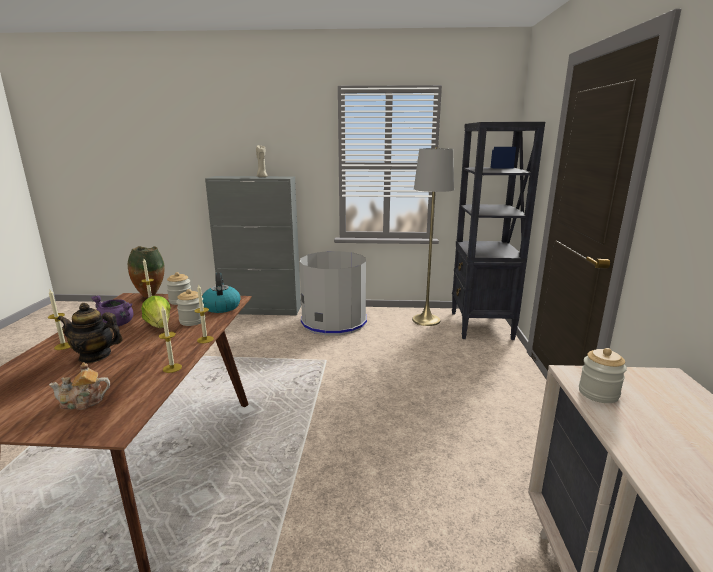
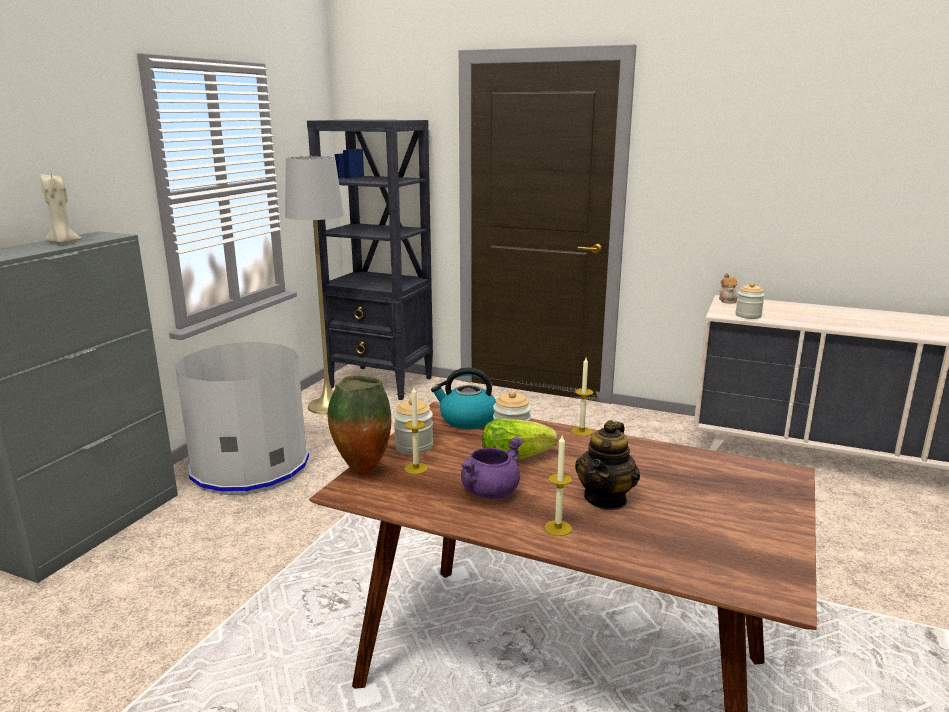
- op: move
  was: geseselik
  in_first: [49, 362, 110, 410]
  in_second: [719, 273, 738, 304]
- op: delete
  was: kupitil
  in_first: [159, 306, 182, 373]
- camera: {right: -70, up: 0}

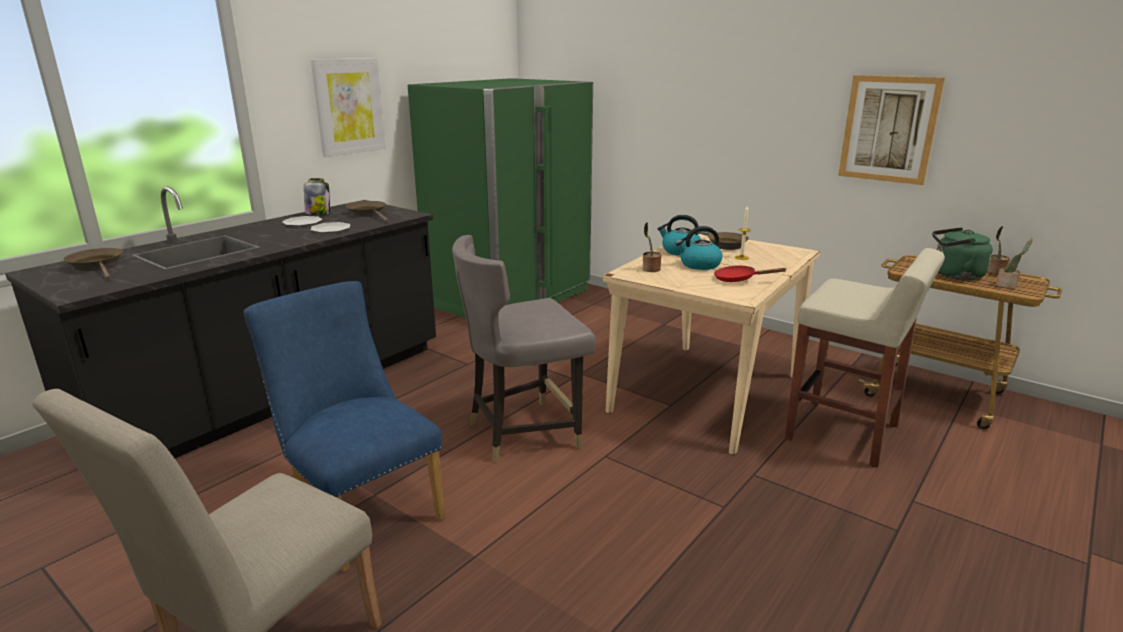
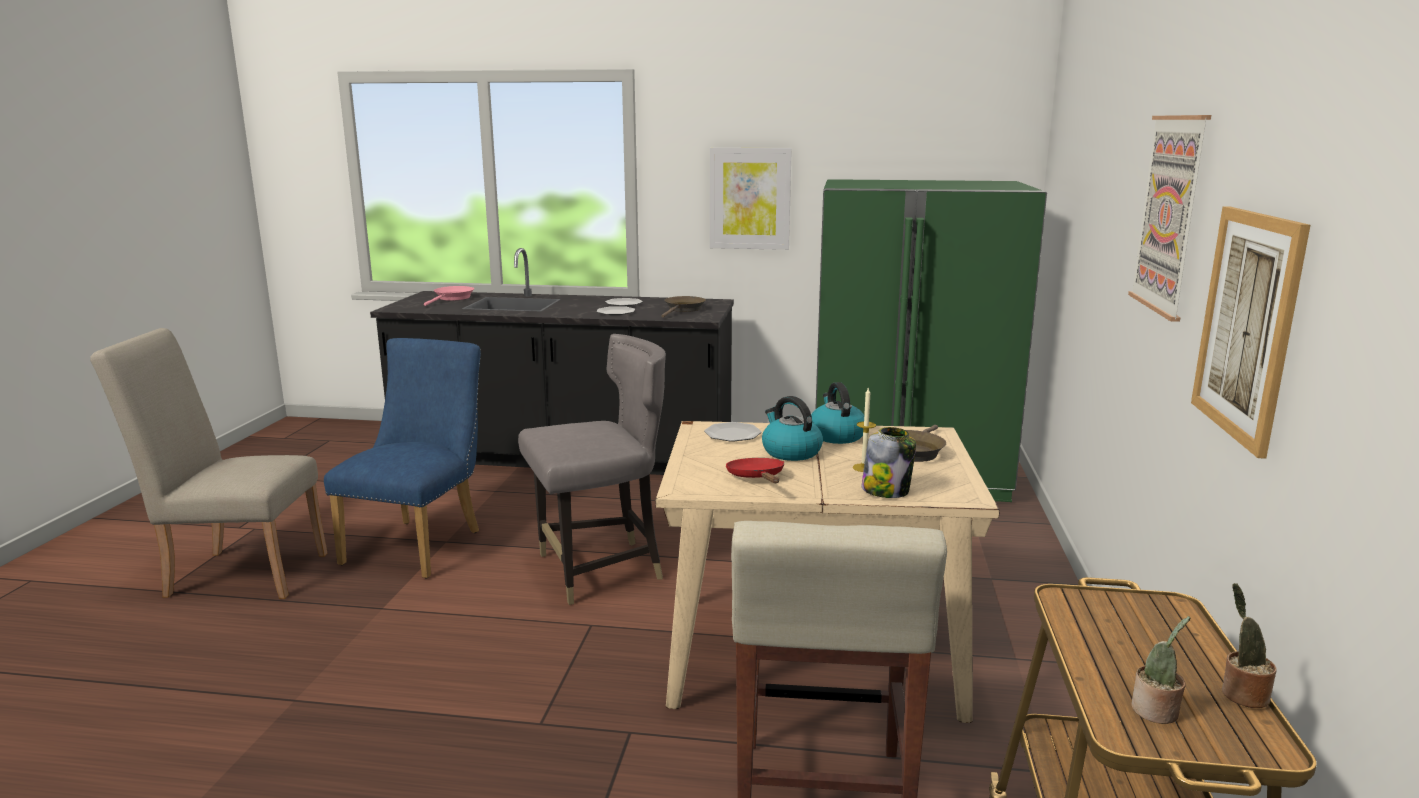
- op: recolor
  was: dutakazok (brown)
  now: dutakazok (pink)
  in_first: [63, 248, 123, 280]
  in_second: [424, 286, 474, 306]
- op: move
  was: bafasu
  in_first: [304, 178, 330, 215]
  in_second: [861, 427, 916, 498]
- op: rotate
  was: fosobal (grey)
  in_first: [452, 235, 596, 463]
  in_second: [518, 334, 666, 605]
  clockwise: 120
- op: replace
  was: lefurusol
  now: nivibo
  in_first: [643, 222, 661, 272]
  in_second: [704, 422, 762, 442]
- op: delete
  was: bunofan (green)
  in_first: [932, 227, 993, 280]
- op: insert
  now: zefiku
  in_second: [1128, 115, 1211, 322]
- camera: {right: 60, up: -5}

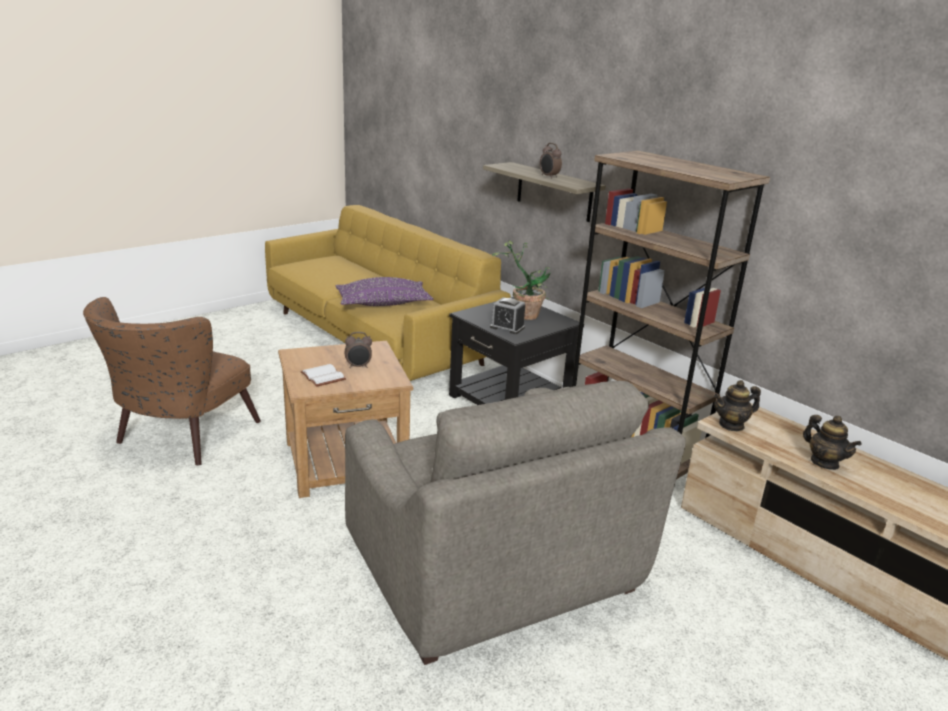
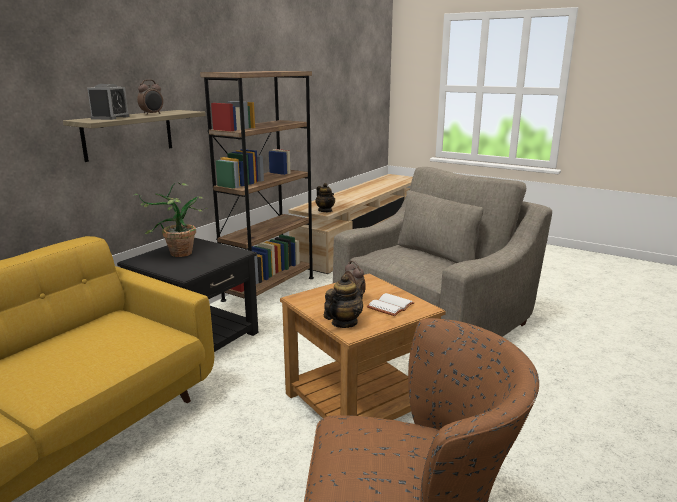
- op: delete
  was: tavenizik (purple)
  in_first: [336, 277, 433, 306]
- op: move
  was: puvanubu
  in_first: [490, 297, 525, 334]
  in_second: [87, 84, 129, 120]
- op: move
  was: geseselik
  in_first: [803, 415, 862, 470]
  in_second: [324, 274, 364, 328]
- camera: {right: -105, up: -5}

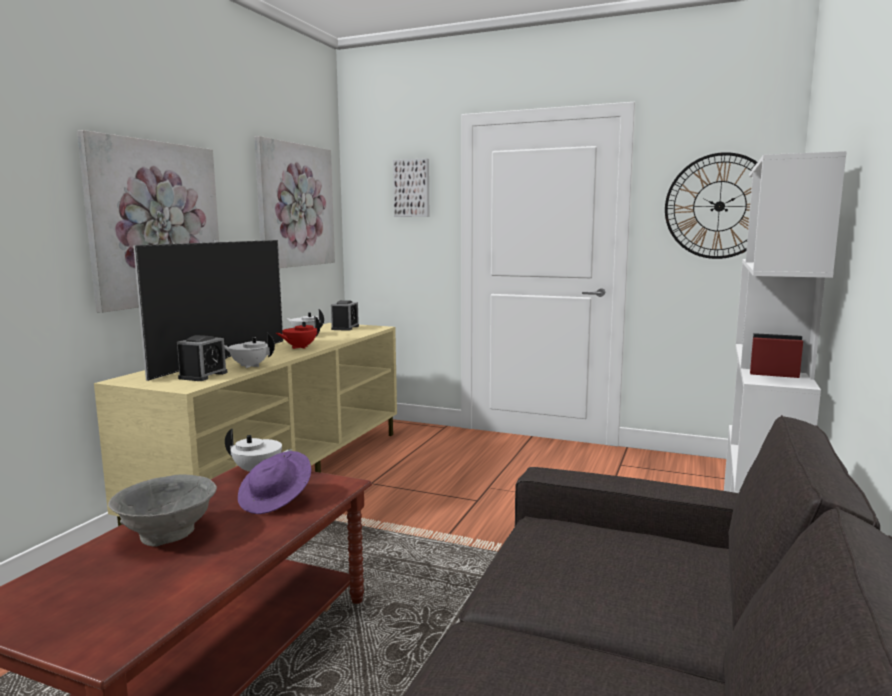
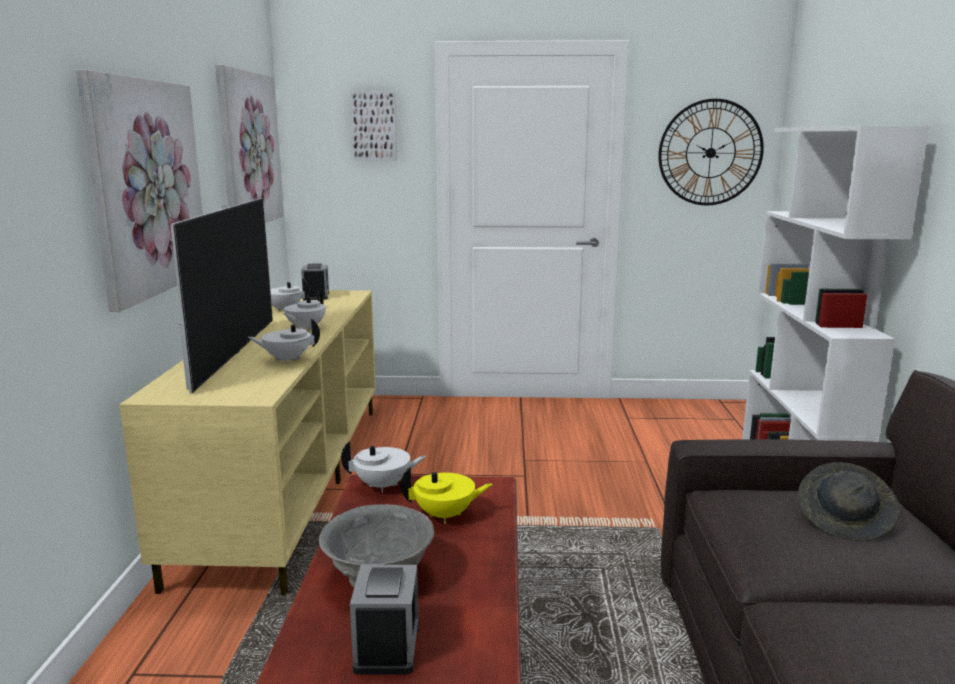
- op: move
  was: puvanubu
  in_first: [177, 335, 228, 381]
  in_second: [350, 565, 419, 675]
- op: replace
  was: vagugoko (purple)
  now: geseselik (yellow)
  in_first: [238, 451, 311, 514]
  in_second: [401, 467, 493, 524]
- op: recolor
  was: geseselik (red)
  now: geseselik (white)
  in_first: [276, 316, 320, 349]
  in_second: [284, 289, 326, 329]
- op: insert
  now: vagugoko (grey)
  in_second: [798, 462, 900, 541]
- camera: {right: -20, up: 5}

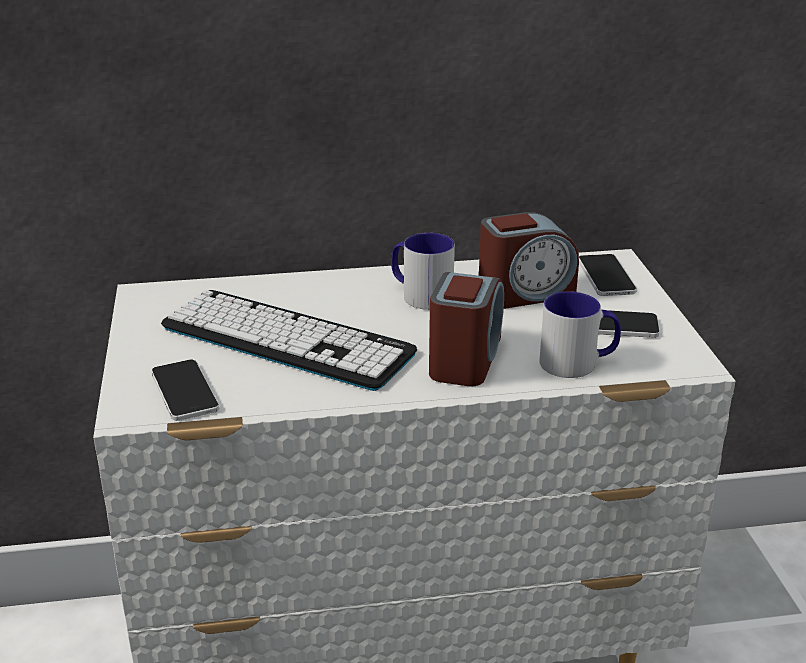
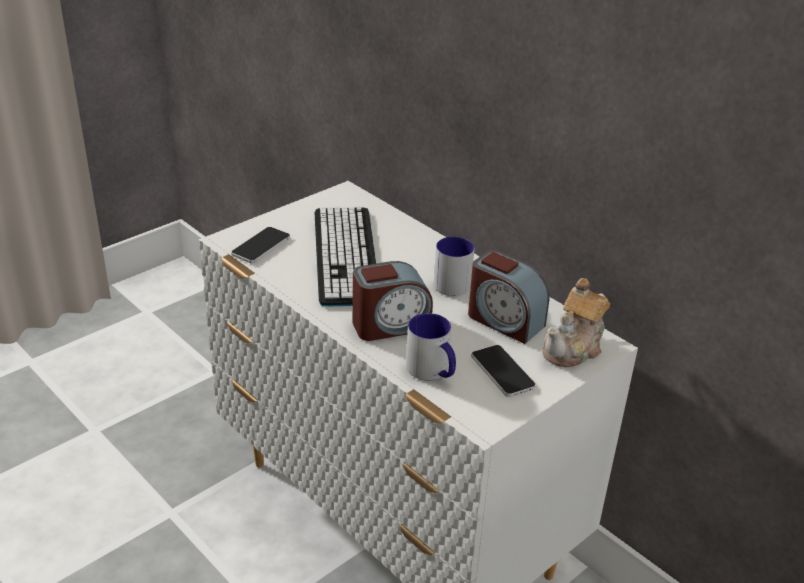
- op: replace
  was: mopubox
  now: geseselik
  in_first: [579, 254, 637, 296]
  in_second: [542, 278, 610, 368]
- camera: {right: 55, up: 5}

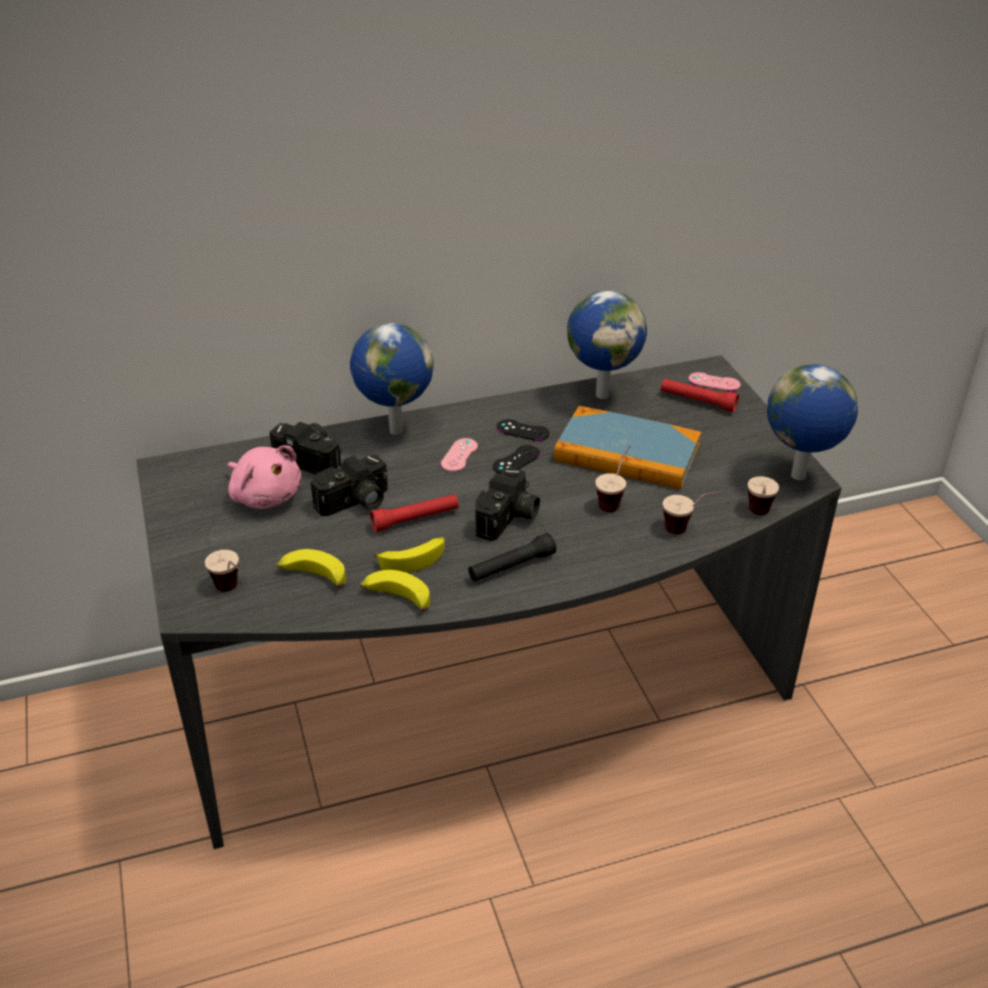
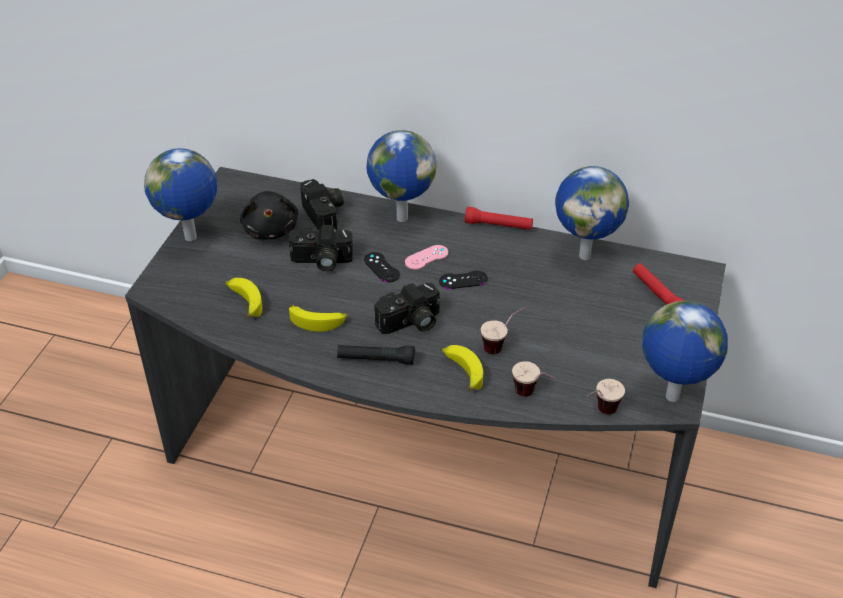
- op: delete
  was: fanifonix
  in_first: [205, 550, 239, 592]
- op: recolor
  was: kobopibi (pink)
  now: kobopibi (black)
  in_first: [228, 445, 301, 509]
  in_second: [240, 191, 298, 240]
- op: move
  was: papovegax
  in_first: [360, 570, 430, 611]
  in_second: [442, 345, 483, 391]
- op: move
  was: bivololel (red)
  in_first: [370, 494, 459, 532]
  in_second: [465, 207, 533, 230]
- op: move
  was: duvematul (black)
  in_first: [497, 419, 550, 441]
  in_second: [364, 252, 400, 282]
- op: delete
  was: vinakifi
  in_first: [554, 406, 702, 489]
- op: delete
  was: duvematul (pink)
  in_first: [689, 372, 740, 391]
- op: insert
  now: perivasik
  in_second: [144, 148, 217, 241]
- camera: {right: 35, up: 5}

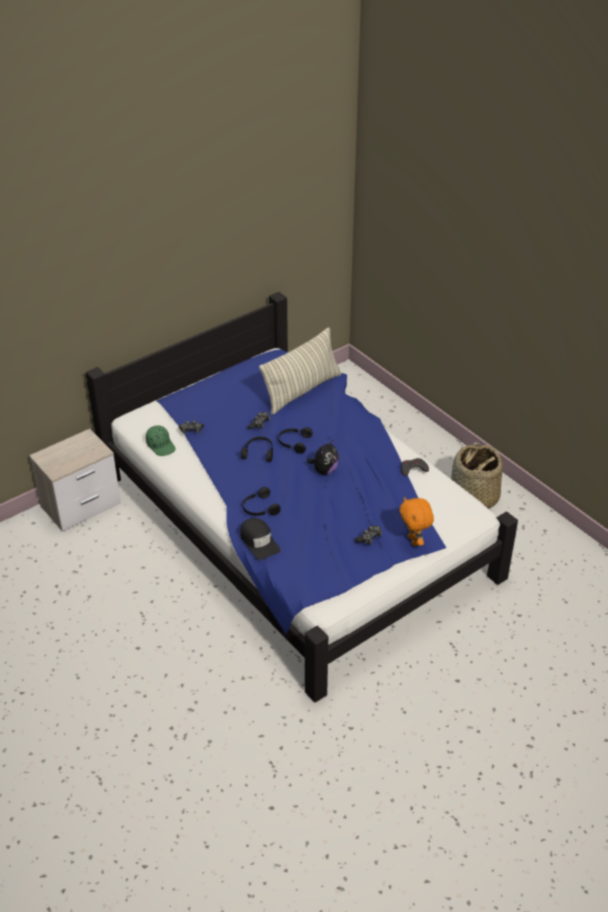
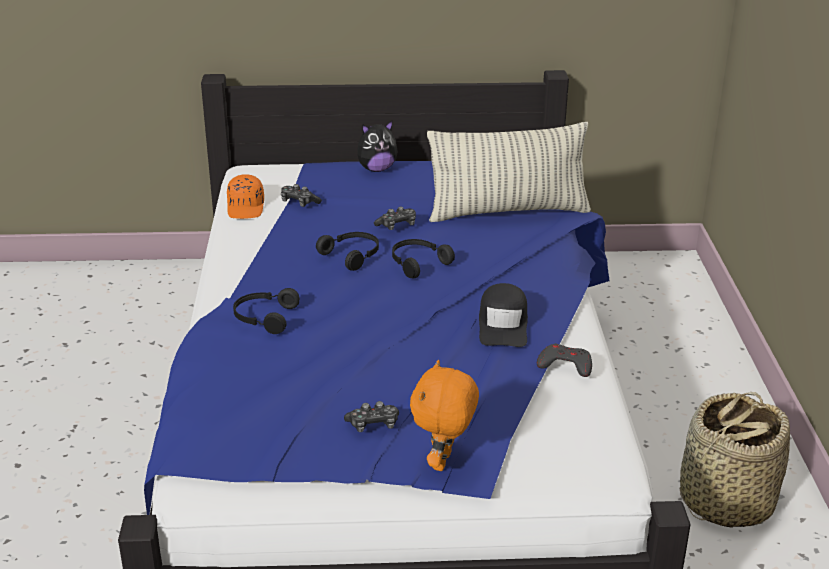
- op: delete
  was: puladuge
  in_first: [29, 429, 121, 532]
- op: recolor
  was: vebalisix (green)
  now: vebalisix (orange)
  in_first: [146, 425, 176, 456]
  in_second: [227, 174, 264, 219]
- op: move
  was: vebalisix (black)
  in_first: [240, 518, 280, 560]
  in_second: [479, 283, 528, 347]
- op: move
  was: kobopibi
  in_first: [307, 440, 339, 475]
  in_second: [357, 121, 398, 172]
- camera: {right: 35, up: -10}

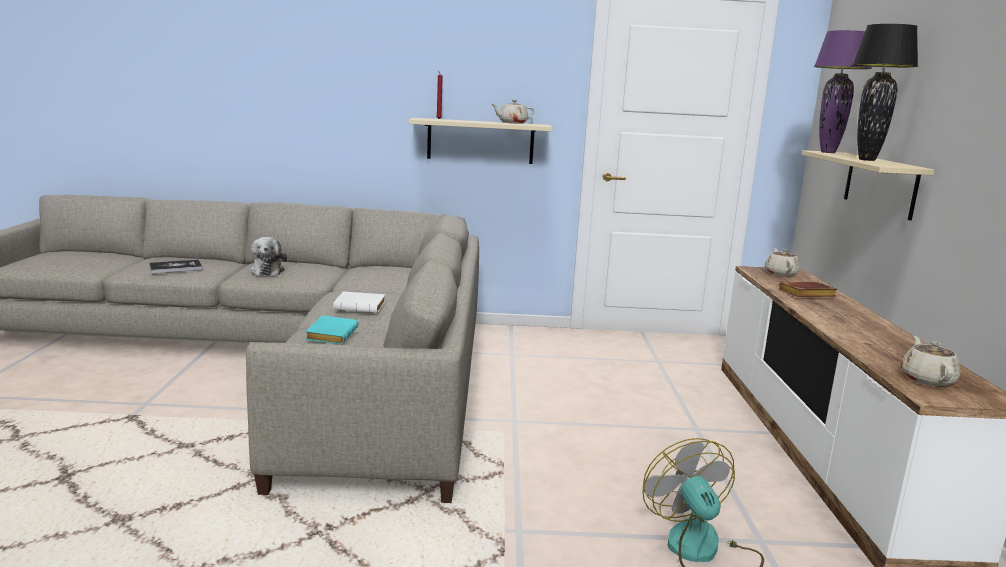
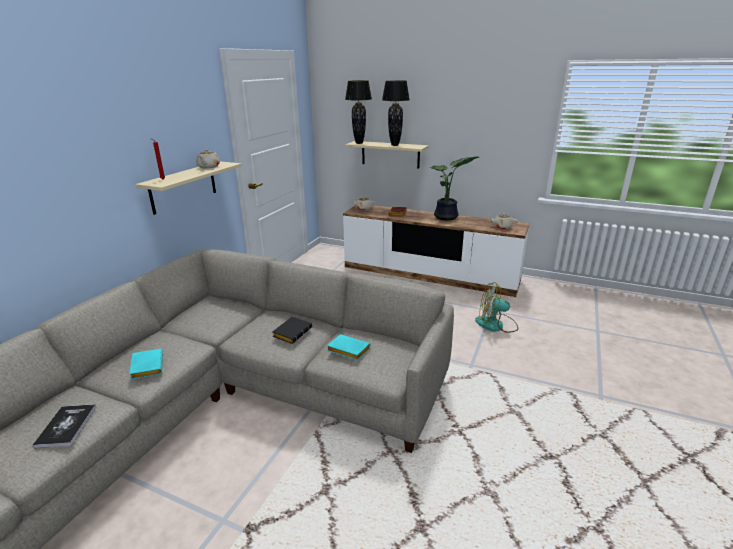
- op: replace
  was: kobopibi
  now: vinakifi (turquoise)
  in_first: [249, 237, 287, 276]
  in_second: [129, 349, 163, 379]
- op: recolor
  was: vinakifi (white)
  now: vinakifi (black)
  in_first: [333, 291, 385, 313]
  in_second: [272, 317, 312, 344]
- op: recolor
  was: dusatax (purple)
  now: dusatax (black)
  in_first: [814, 30, 872, 153]
  in_second: [345, 80, 372, 144]
- op: insert
  now: lefurusol
  in_second: [430, 156, 479, 221]
- camera: {right: -65, up: 10}

